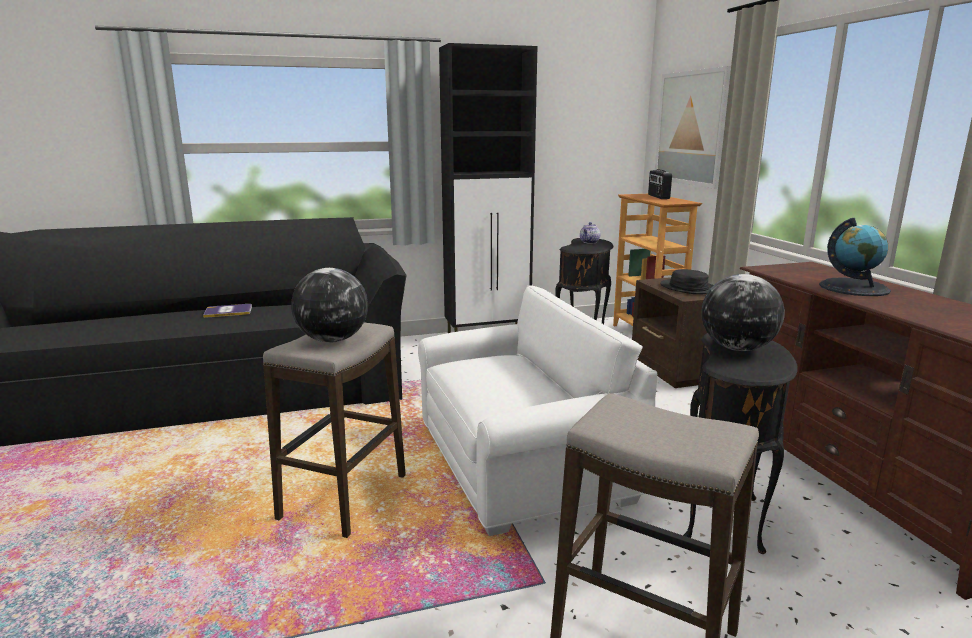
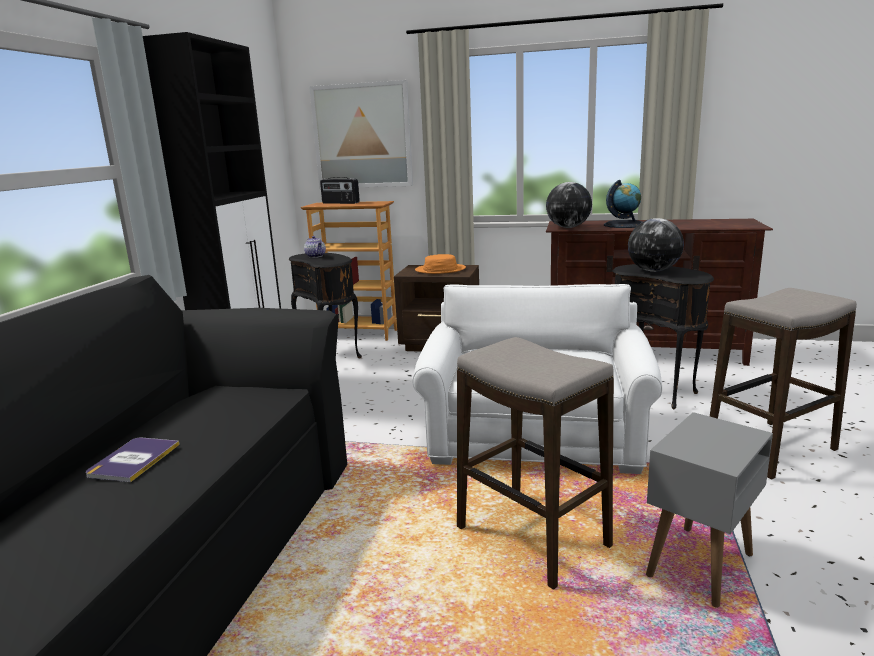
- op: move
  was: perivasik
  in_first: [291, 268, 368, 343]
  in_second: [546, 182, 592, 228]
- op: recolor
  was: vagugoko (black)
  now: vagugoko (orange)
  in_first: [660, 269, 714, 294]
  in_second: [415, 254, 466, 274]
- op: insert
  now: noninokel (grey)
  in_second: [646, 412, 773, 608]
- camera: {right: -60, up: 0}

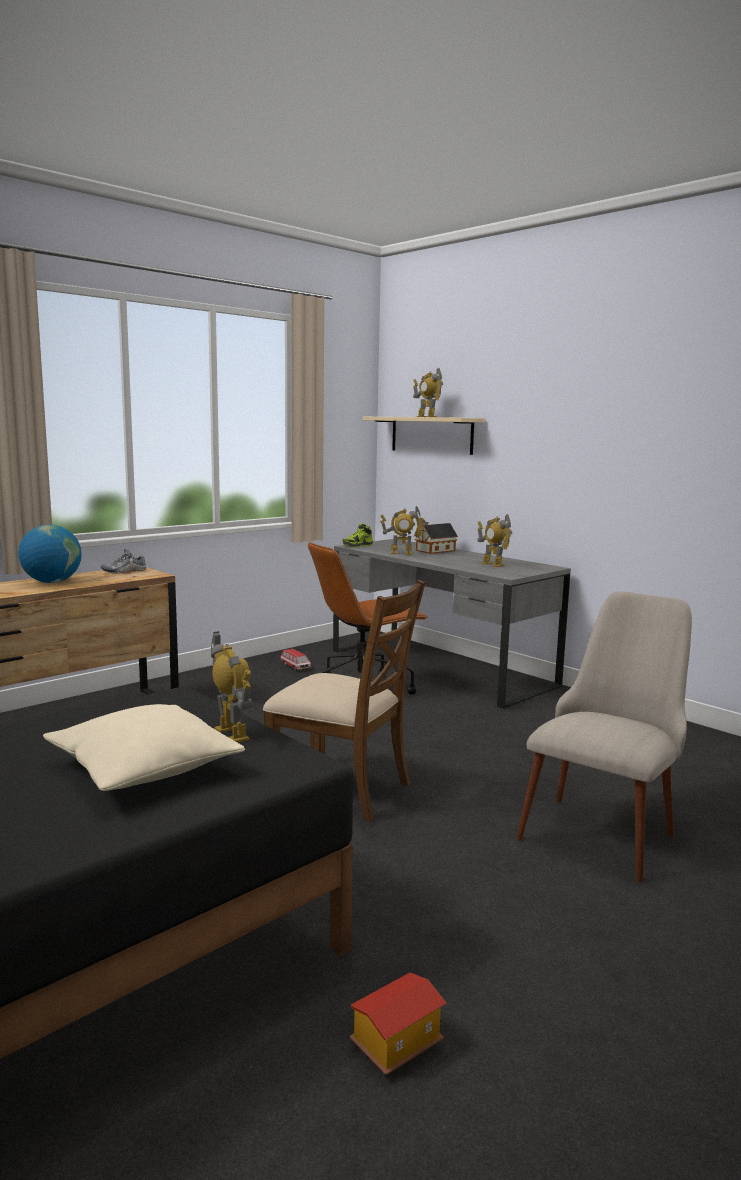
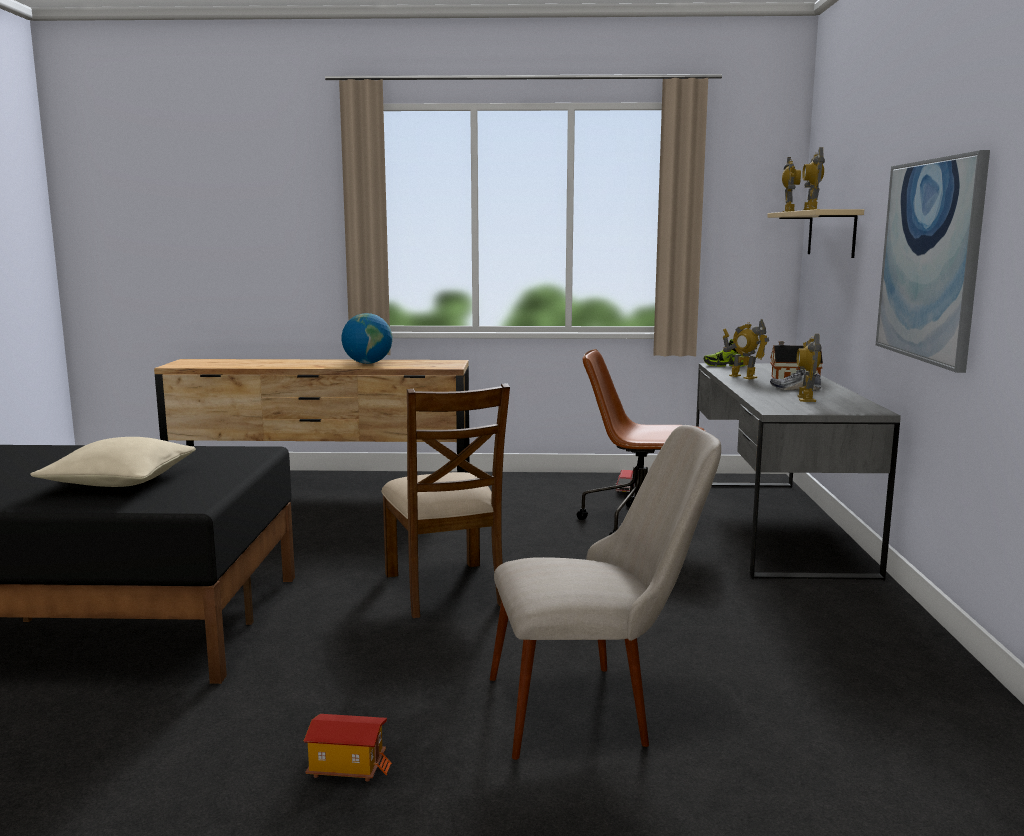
- op: move
  was: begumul
  in_first: [101, 549, 146, 574]
  in_second: [770, 366, 822, 390]
- op: move
  was: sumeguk
  in_first: [211, 631, 253, 743]
  in_second: [782, 157, 801, 212]
- op: move
  was: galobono
  in_first: [350, 973, 446, 1075]
  in_second: [304, 714, 392, 782]
- op: insert
  now: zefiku
  in_second: [876, 150, 990, 373]
- camera: {right: 45, up: 0}

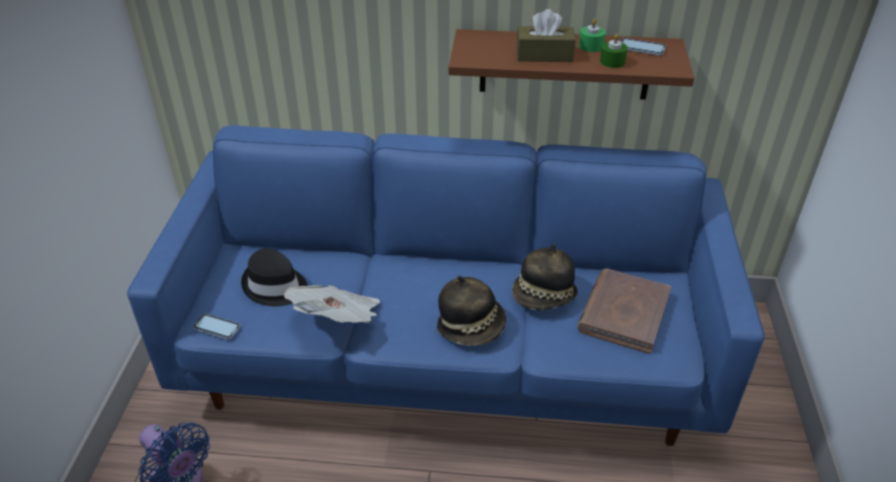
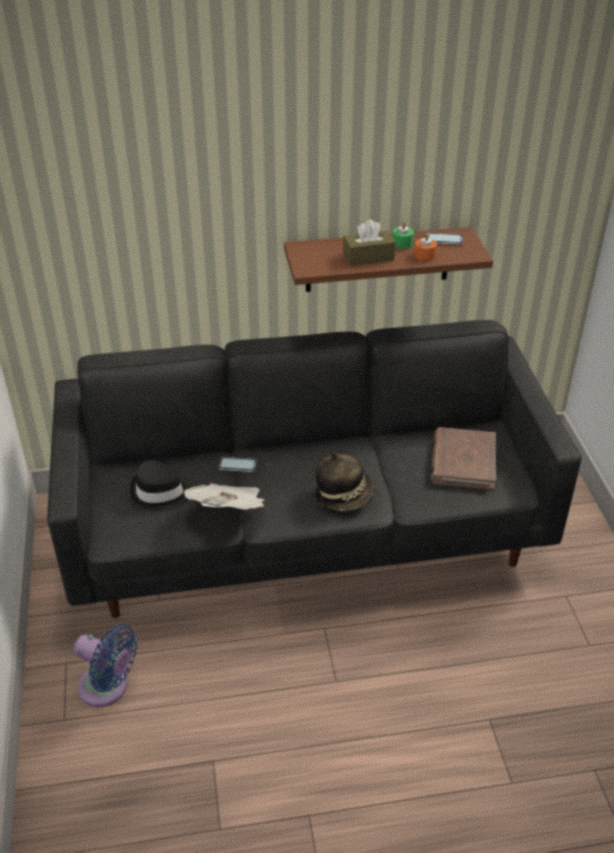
- op: recolor
  was: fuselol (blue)
  now: fuselol (black)
  in_first: [127, 126, 765, 446]
  in_second: [47, 320, 582, 618]
- op: move
  was: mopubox
  in_first: [193, 314, 241, 340]
  in_second: [218, 457, 257, 472]
- op: delete
  was: vagugoko
  in_first: [512, 243, 578, 310]
- op: recolor
  was: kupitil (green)
  now: kupitil (orange)
  in_first: [600, 34, 628, 68]
  in_second: [415, 233, 437, 261]
- camera: {right: -15, up: 0}

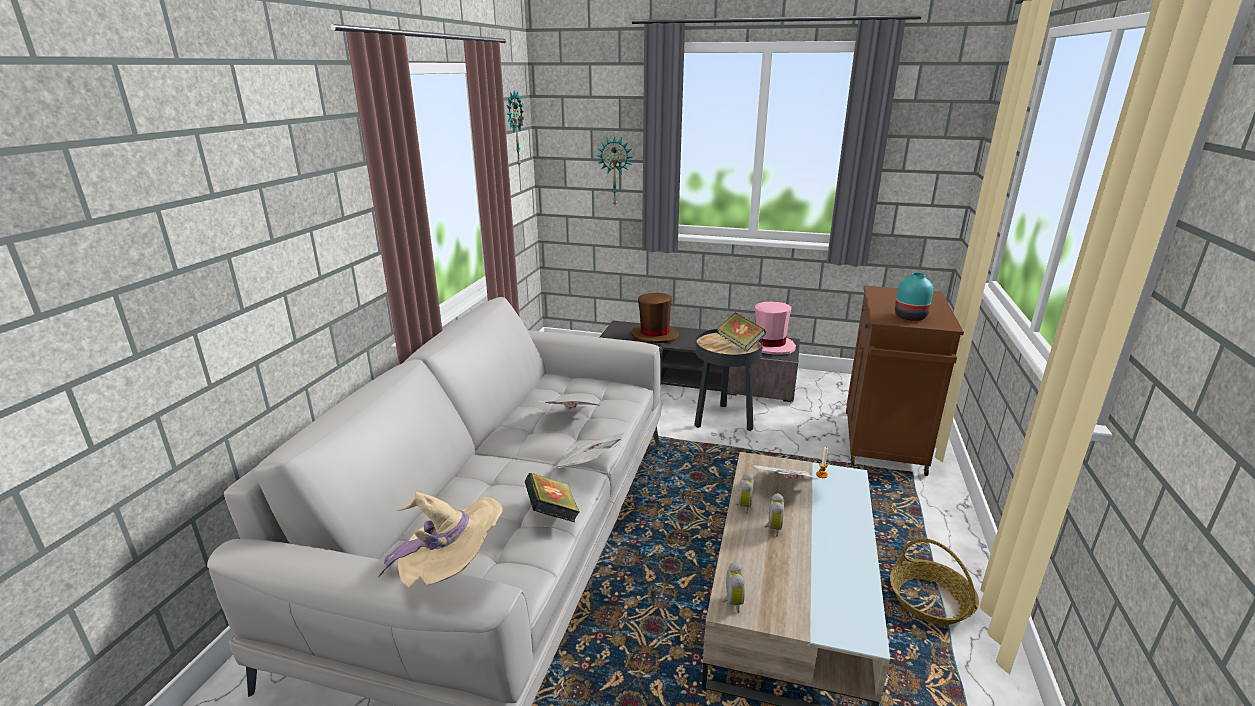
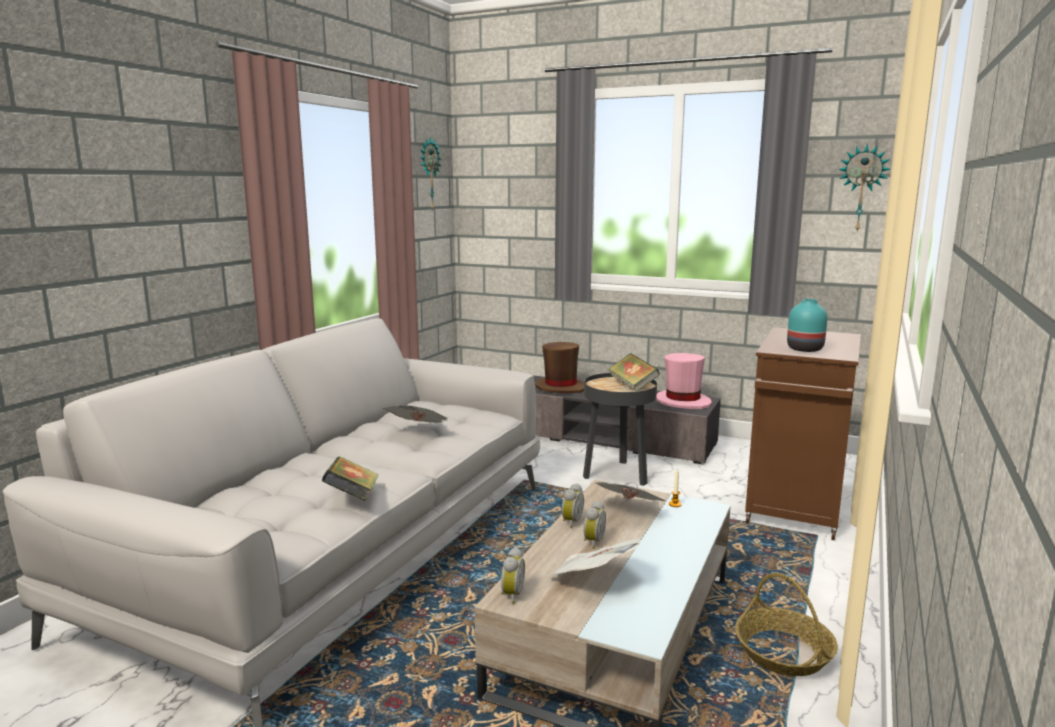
- op: delete
  was: vagugoko (beige)
  in_first: [378, 492, 503, 588]
- op: move
  was: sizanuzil
  in_first: [553, 433, 624, 468]
  in_second: [549, 537, 643, 575]
- op: move
  was: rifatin
  in_first: [597, 136, 632, 205]
  in_second: [838, 144, 890, 232]
- camera: {right: 10, up: -10}

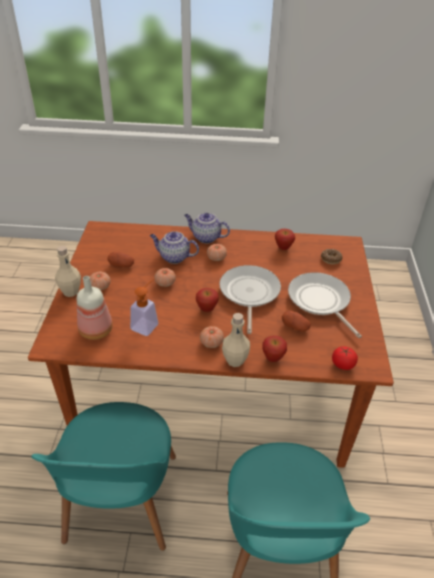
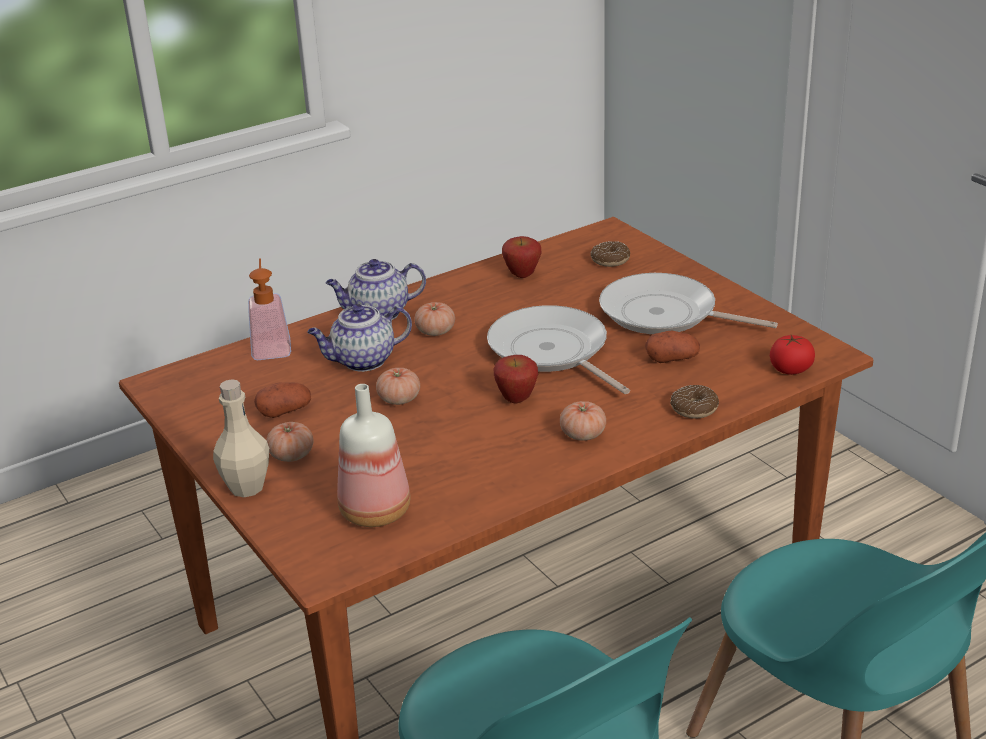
- op: move
  was: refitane
  in_first: [130, 279, 158, 336]
  in_second: [248, 258, 291, 360]
- op: delete
  was: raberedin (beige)
  in_first: [222, 313, 250, 367]
- op: replace
  was: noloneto
  now: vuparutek
  in_first: [262, 336, 287, 362]
  in_second: [670, 385, 719, 419]
- camera: {right: -35, up: -10}

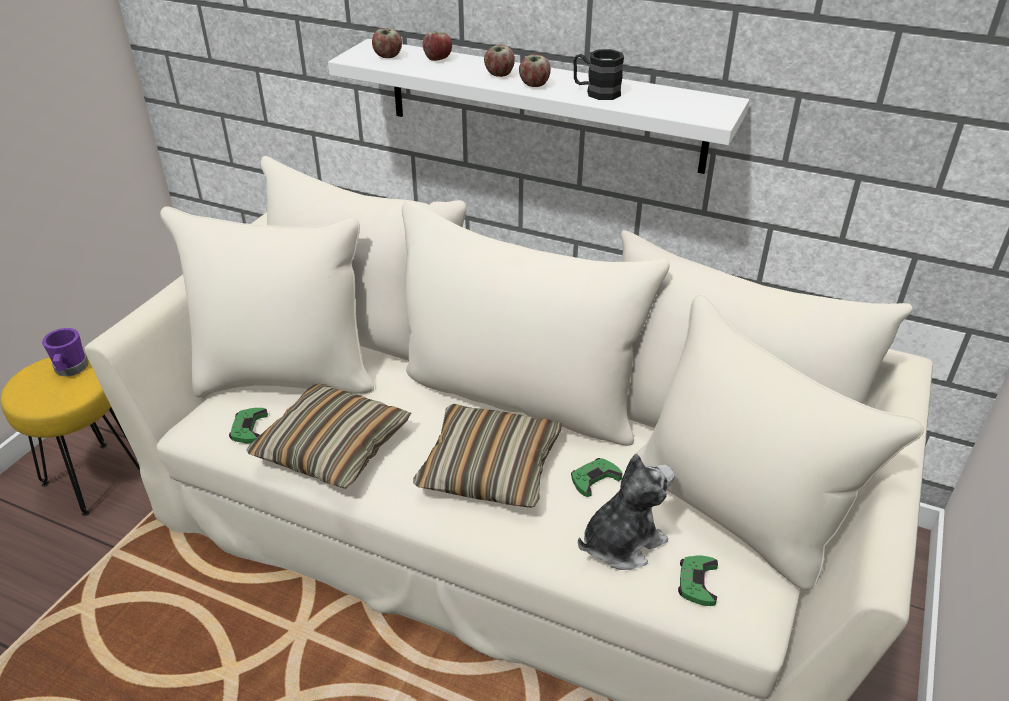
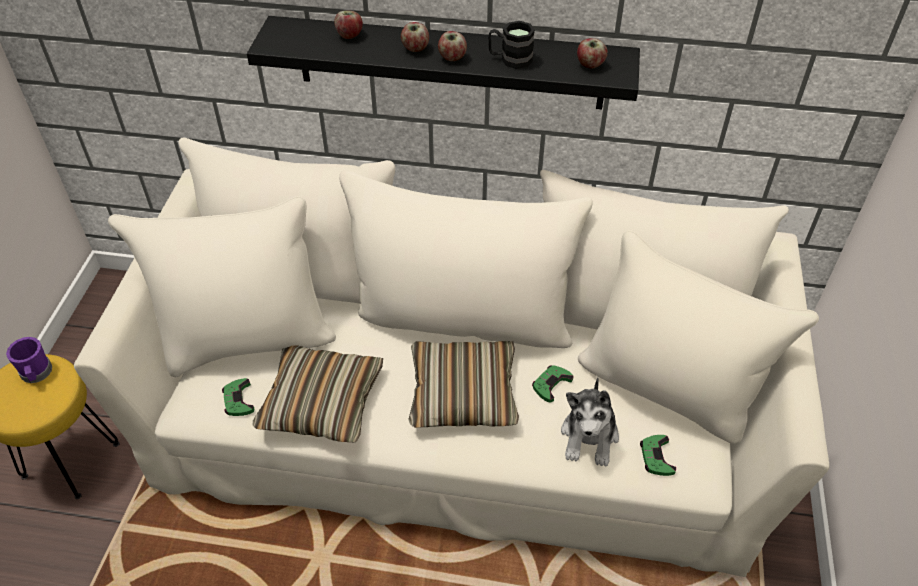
- op: recolor
  was: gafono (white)
  now: gafono (black)
  in_first: [328, 39, 749, 174]
  in_second: [247, 16, 640, 109]
- op: move
  was: noloneto
  in_first: [372, 28, 402, 58]
  in_second: [577, 38, 608, 68]
- op: rotate
  was: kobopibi
  in_first: [578, 454, 675, 570]
  in_second: [561, 377, 619, 467]
  clockwise: 150
- camera: {right: -15, up: 10}

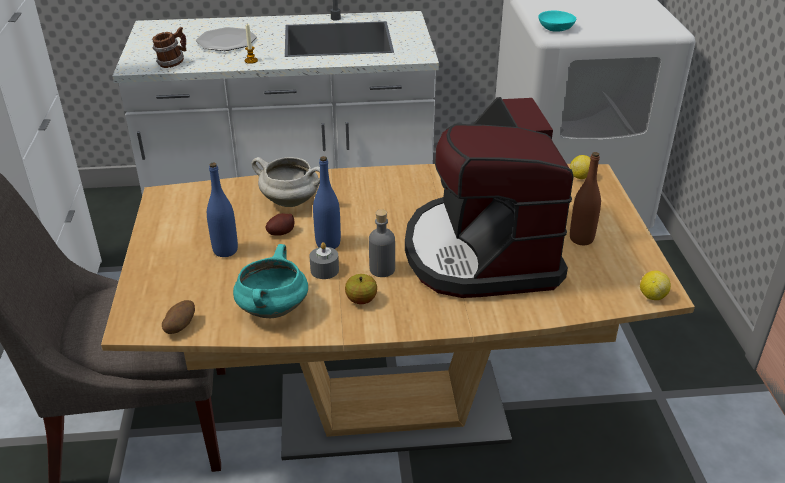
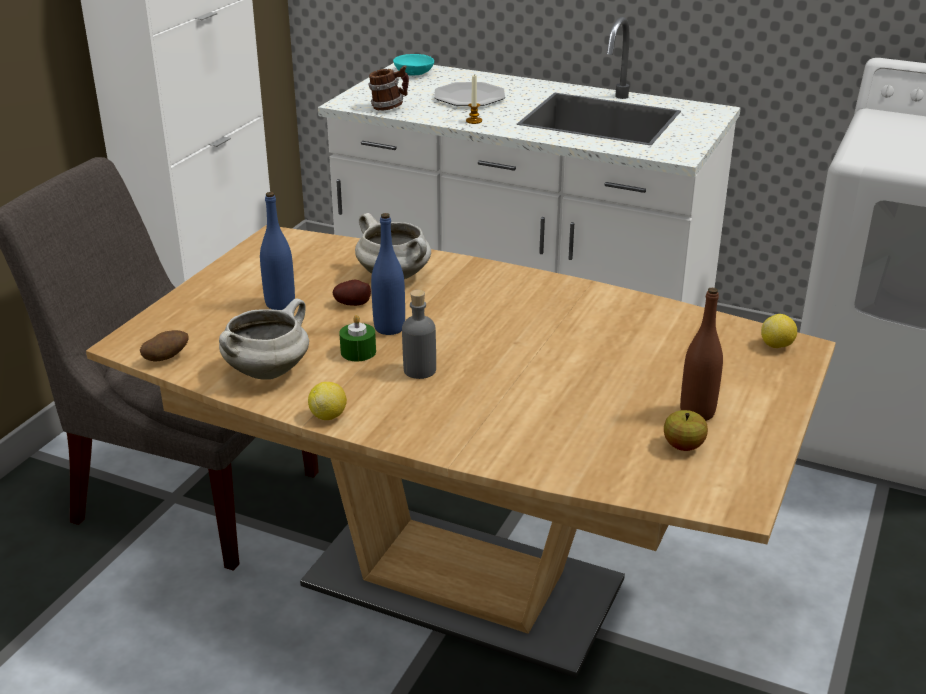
- op: recolor
  was: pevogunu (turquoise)
  now: pevogunu (white)
  in_first: [233, 244, 308, 318]
  in_second: [219, 298, 309, 380]
- op: recolor
  was: kupitil (grey)
  now: kupitil (green)
  in_first: [309, 242, 339, 279]
  in_second: [339, 315, 376, 361]
- op: move
  was: noloneto
  in_first: [345, 274, 377, 304]
  in_second: [664, 410, 708, 451]
- op: delete
  was: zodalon
  in_first: [405, 97, 574, 298]
- op: move
  was: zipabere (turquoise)
  in_first: [538, 10, 576, 32]
  in_second: [393, 54, 434, 76]
- op: move
  was: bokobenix
  in_first: [640, 271, 671, 300]
  in_second: [308, 382, 347, 420]
- camera: {right: 30, up: -5}

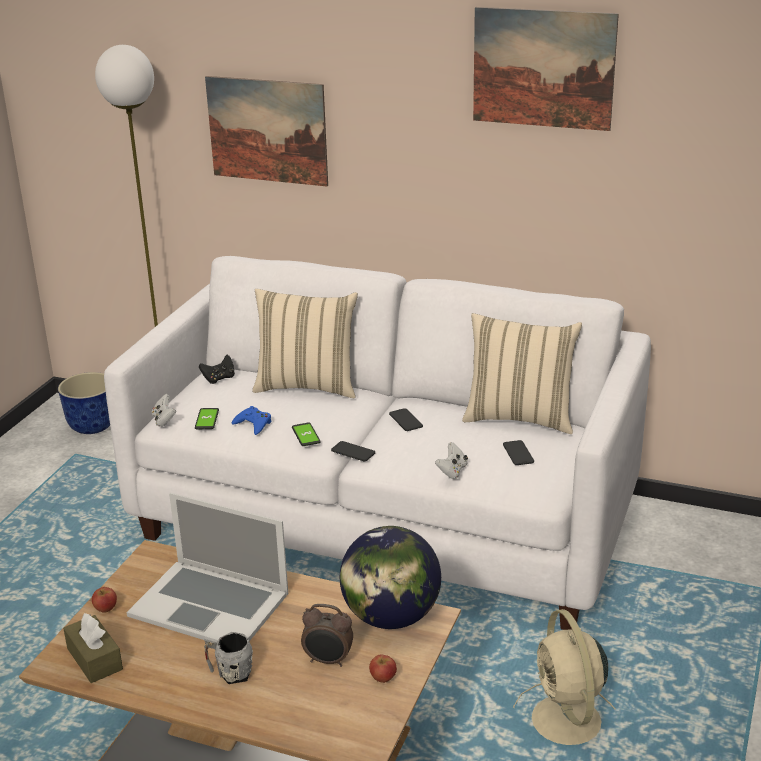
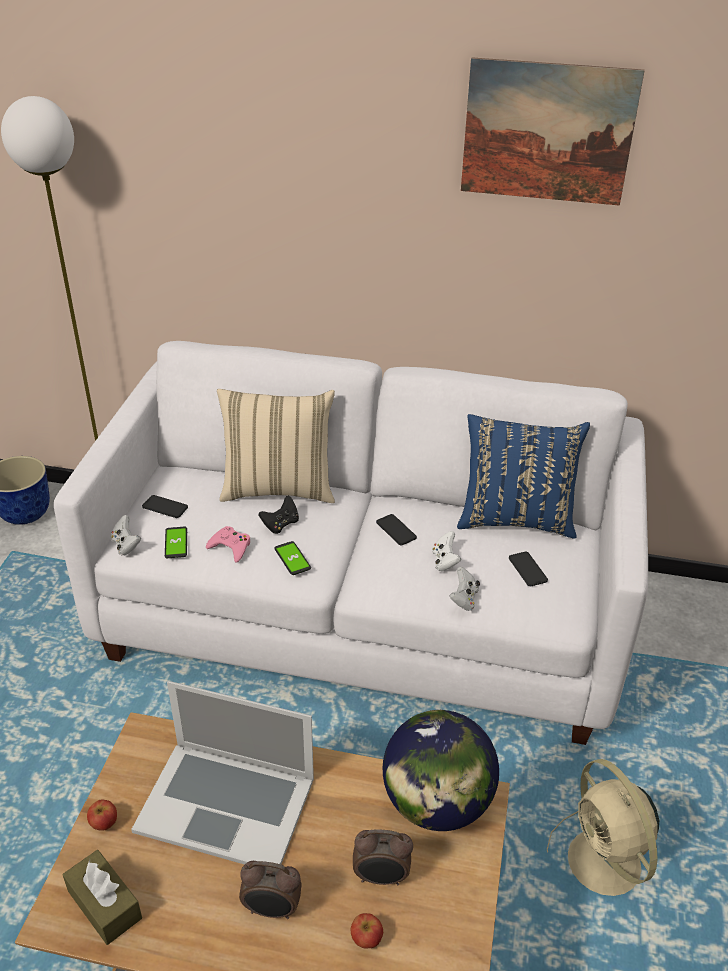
- op: move
  was: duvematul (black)
  in_first: [199, 355, 235, 384]
  in_second: [258, 495, 299, 534]
- op: replace
  was: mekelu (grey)
  now: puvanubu
  in_first: [204, 632, 253, 684]
  in_second: [239, 861, 302, 919]
- op: delete
  was: zefiku
  in_first: [205, 76, 328, 187]
- op: recolor
  was: duvematul (blue)
  now: duvematul (pink)
  in_first: [232, 406, 272, 435]
  in_second: [206, 526, 250, 563]
- op: move
  was: mopubox
  in_first: [331, 441, 375, 461]
  in_second: [142, 495, 188, 518]
- op: move
  was: noloneto
  in_first: [369, 654, 397, 683]
  in_second: [351, 913, 383, 949]
- op: recolor
  was: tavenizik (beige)
  now: tavenizik (blue)
  in_first: [462, 313, 582, 434]
  in_second: [457, 414, 590, 539]
- op: insert
  now: duvematul (white)
  in_second: [432, 531, 461, 571]
- camera: {right: -10, up: 10}

